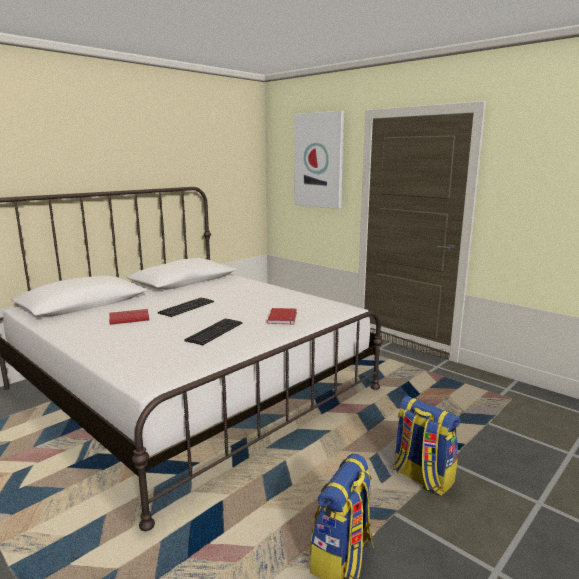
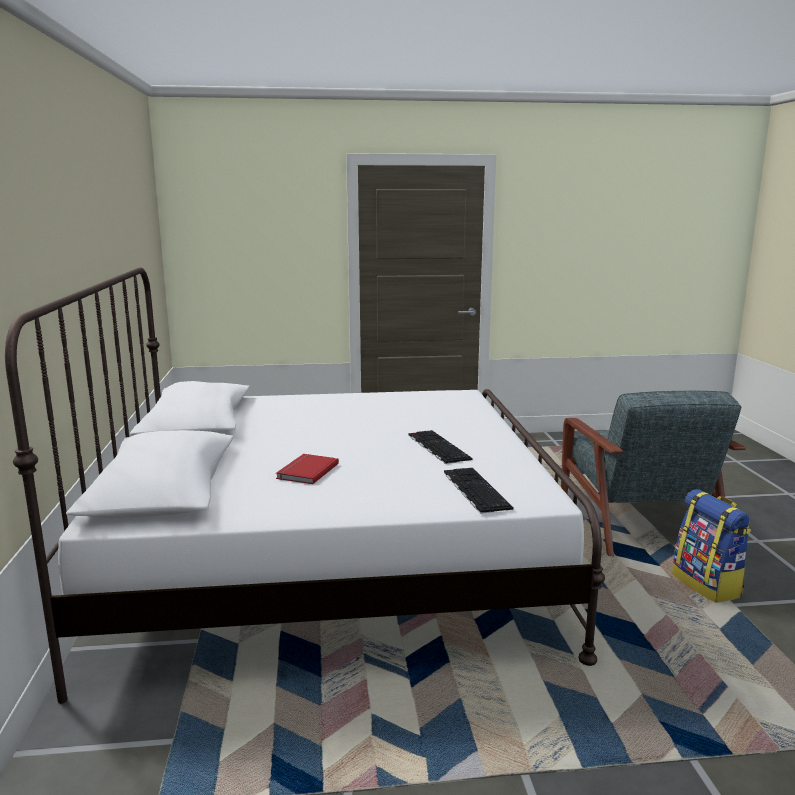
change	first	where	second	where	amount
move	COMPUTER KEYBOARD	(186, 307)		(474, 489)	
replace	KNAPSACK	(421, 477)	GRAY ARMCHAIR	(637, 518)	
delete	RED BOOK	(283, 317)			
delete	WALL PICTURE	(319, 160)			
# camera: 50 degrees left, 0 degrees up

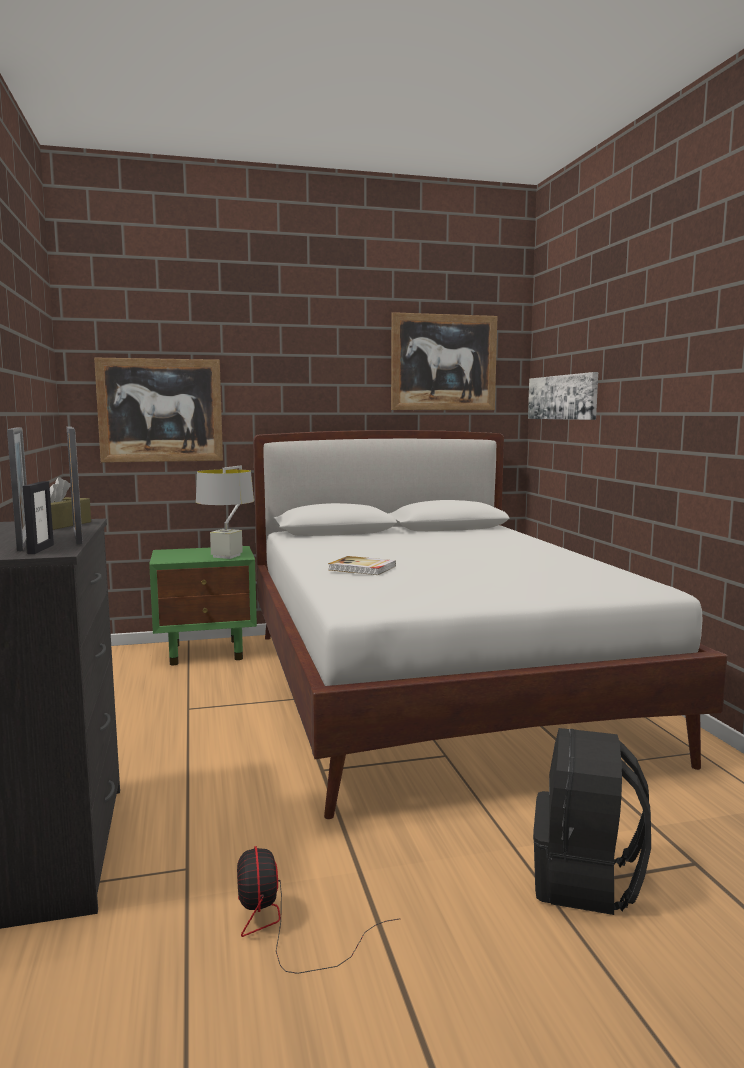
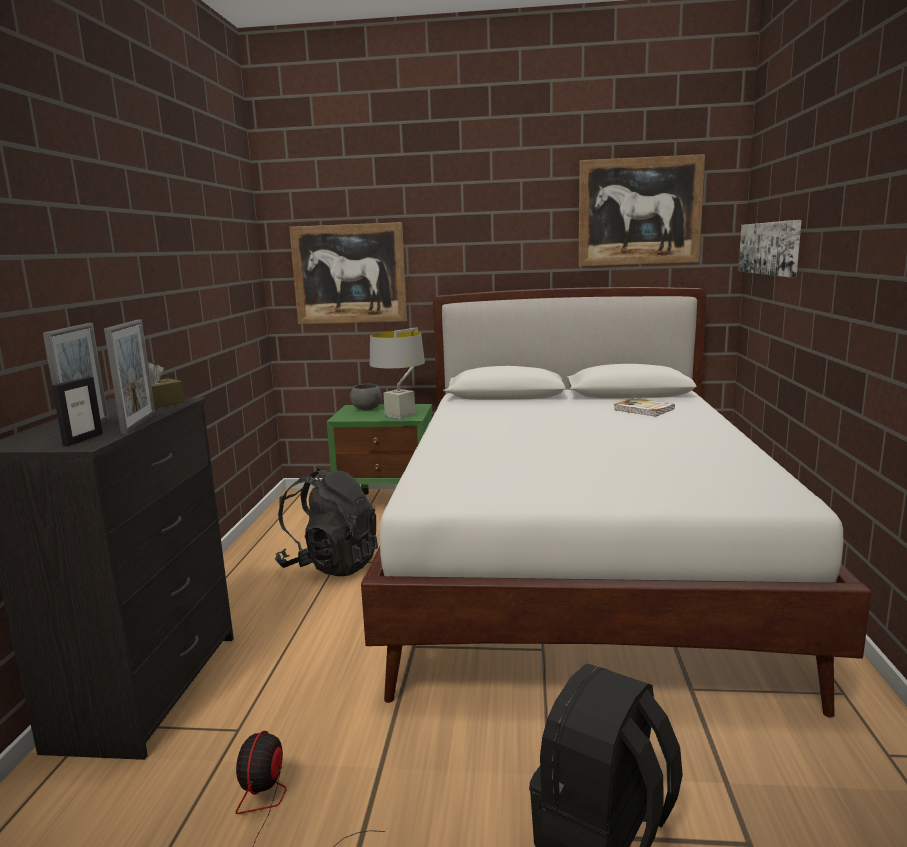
change	first	where	second	where	amount
insert			BLACK-COLOURED KNAPSACK	(330, 565)	
insert			GRAY SERVING BOWL	(366, 409)	
move	BOOK	(362, 568)		(643, 409)	
# camera: 20 degrees right, 5 degrees up

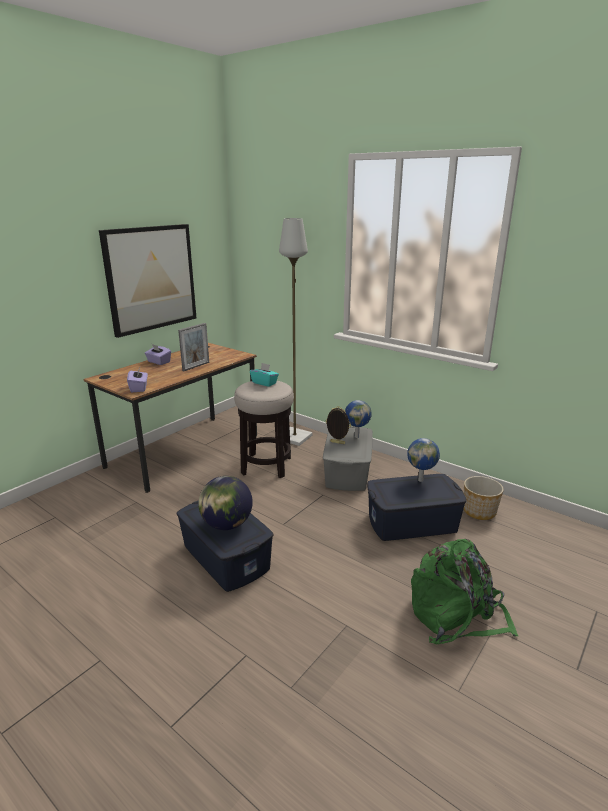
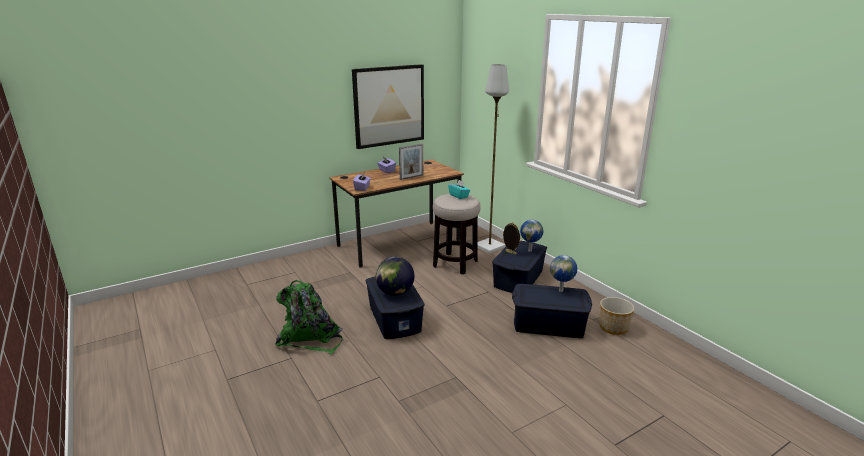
change	first	where	second	where	amount
move	GREEN KNAPSACK	(456, 615)		(310, 337)	
recolor	GRAY STORAGE CONTAINER	(347, 471)	BLUE-COLOURED STORAGE CONTAINER	(518, 278)	
# camera: 20 degrees right, 0 degrees up

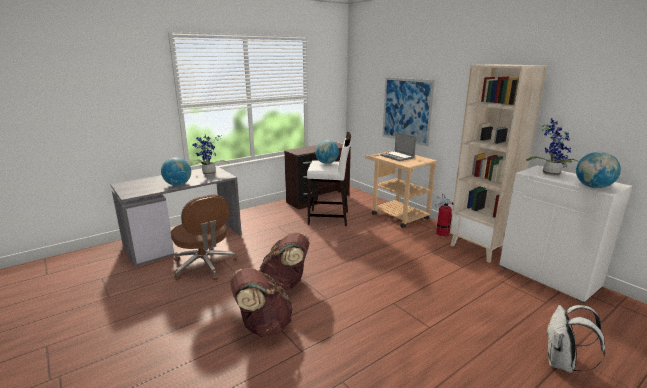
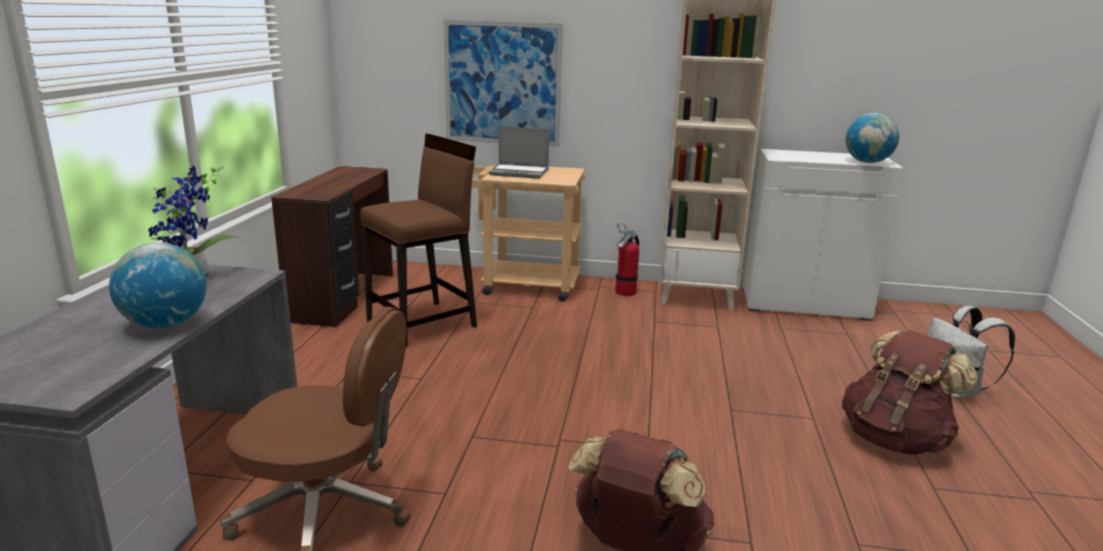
change	first	where	second	where	amount
recolor	WHITE-COLOURED STOOL SEAT	(329, 218)	BROWNISH STOOL SEAT	(423, 323)	
move	BROWNISH KNAPSACK	(286, 283)		(895, 439)	
delete	GLOBE	(327, 163)			
delete	POTTED PLANT	(549, 173)			
# camera: 45 degrees left, 0 degrees up

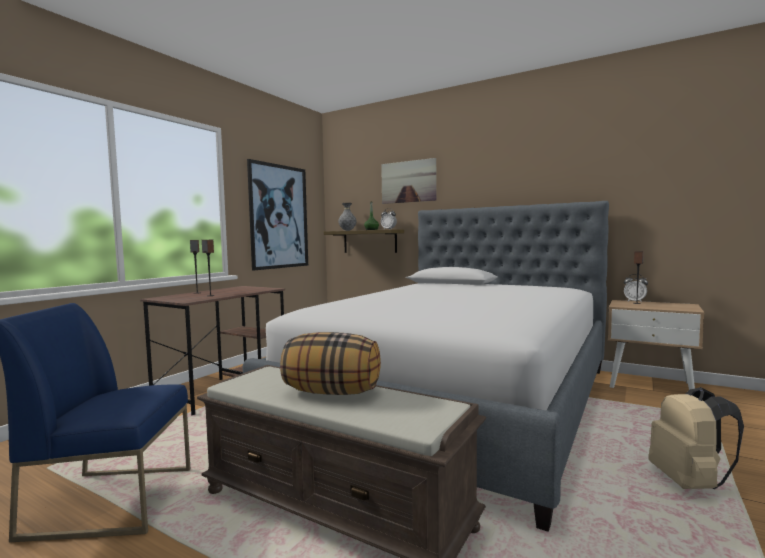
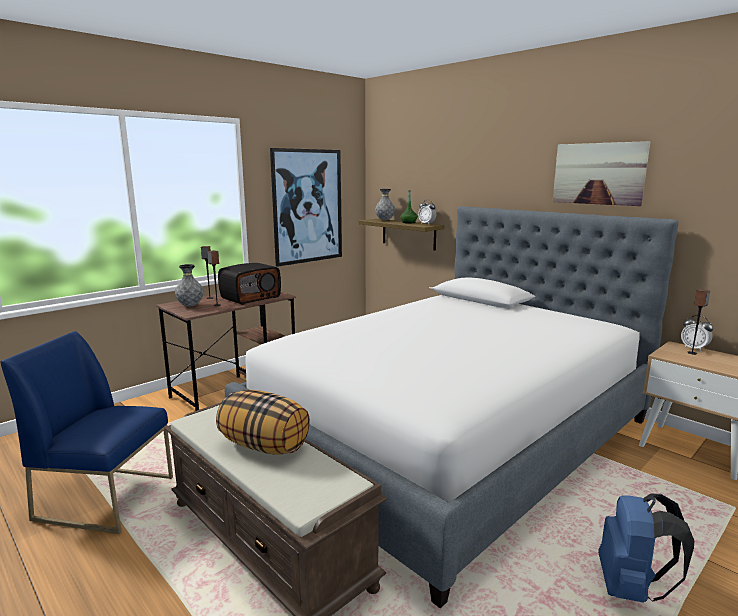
change	first	where	second	where	amount
insert			GRAY VASE	(190, 306)	
insert			RADIO RECEIVER	(250, 297)	
move	WALL PICTURE	(408, 181)		(598, 173)	
recolor	BEIGE KNAPSACK	(690, 483)	BLUE-COLOURED KNAPSACK	(631, 588)	
# camera: 15 degrees right, 10 degrees up

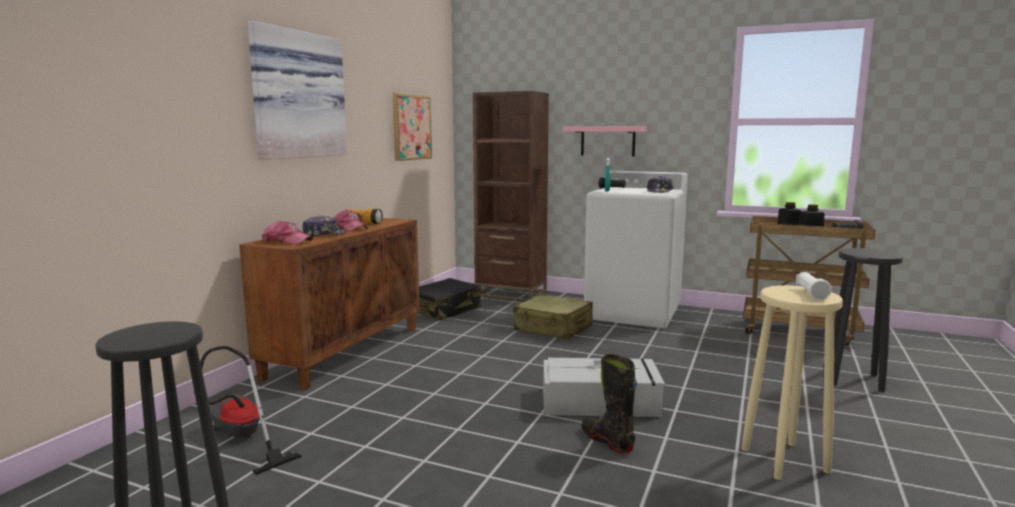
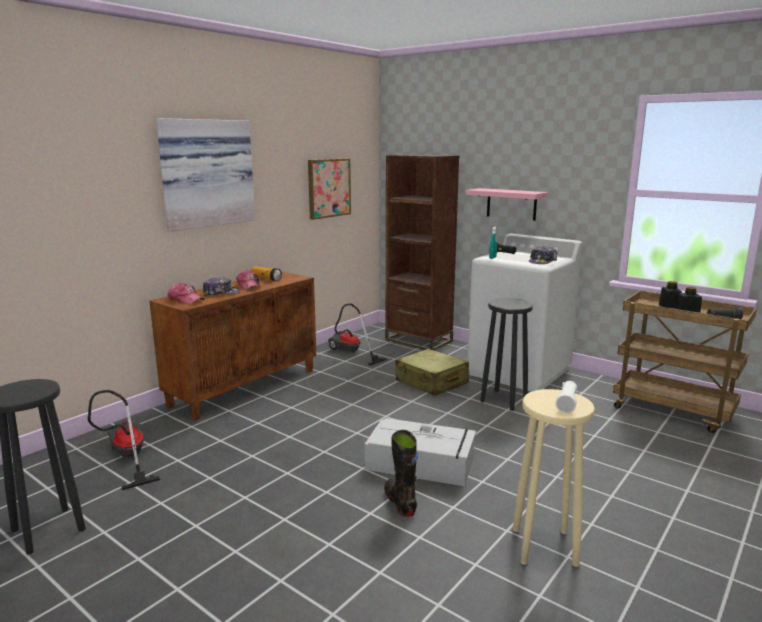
change	first	where	second	where	amount
replace	BLACK-COLOURED PIECE OF LUGGAGE	(445, 310)	VACUUM CLEANER	(350, 353)	
move	BLACK-COLOURED STOOL SEAT	(855, 380)		(504, 400)	
# camera: 15 degrees right, 5 degrees up

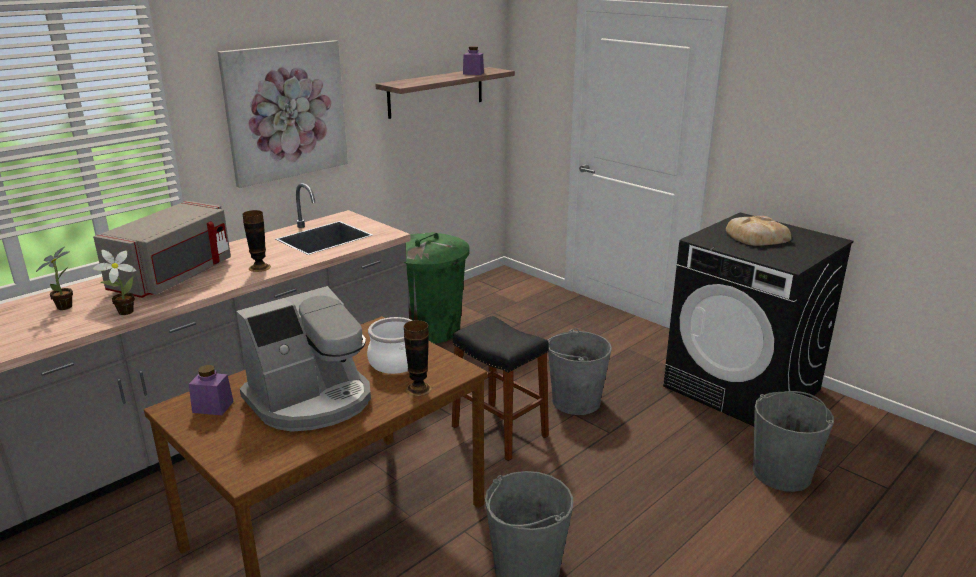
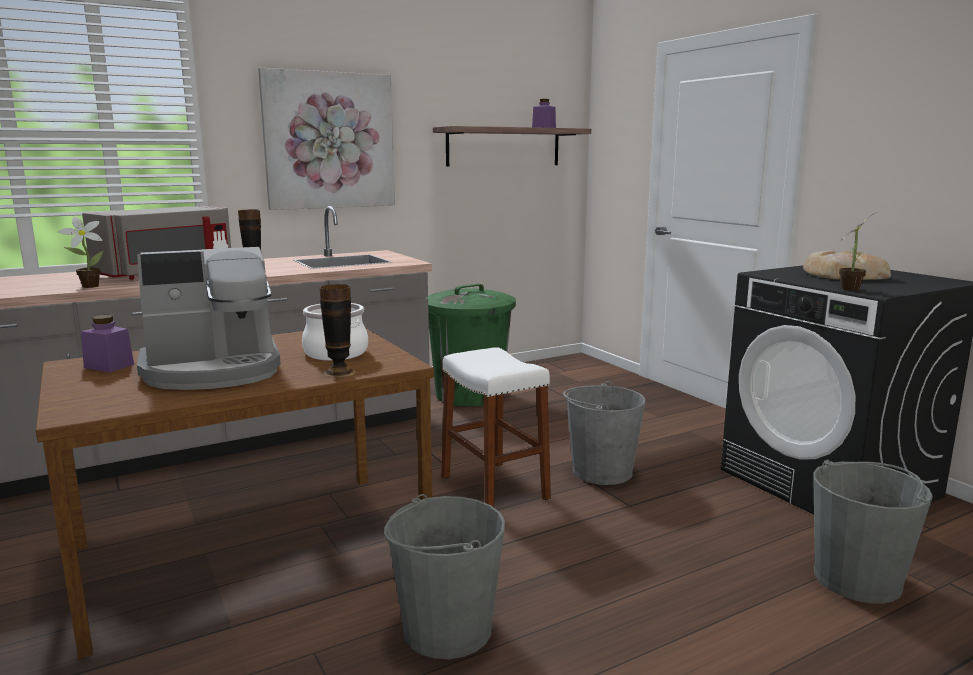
change	first	where	second	where	amount
recolor	BLACK-COLOURED STOOL SEAT	(499, 431)	WHITE-COLOURED STOOL SEAT	(494, 488)	
move	POTTED PLANT	(67, 306)		(851, 288)	
# camera: 15 degrees right, 10 degrees down

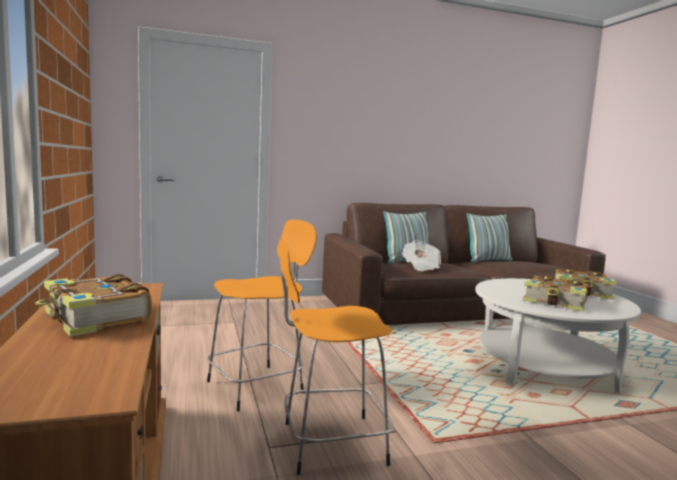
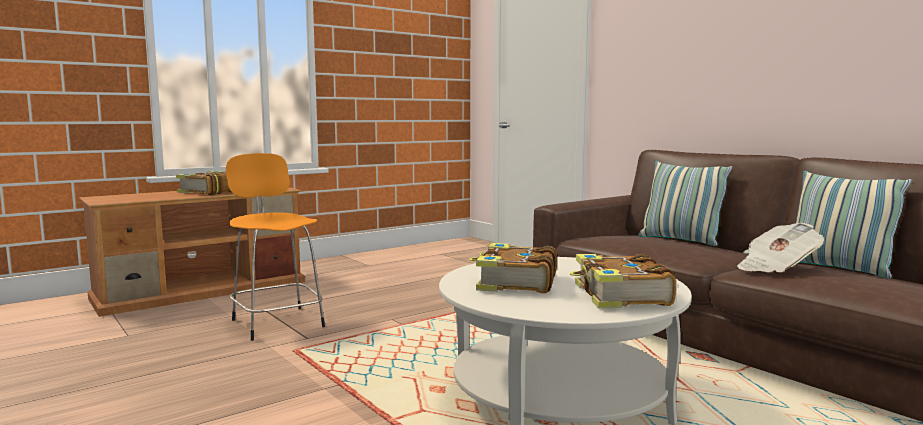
change	first	where	second	where	amount
move	PRINTED PAPER	(420, 267)		(775, 268)	
delete	ORANGE-COLOURED STOOL SEAT	(258, 386)			
# camera: 70 degrees right, 0 degrees up

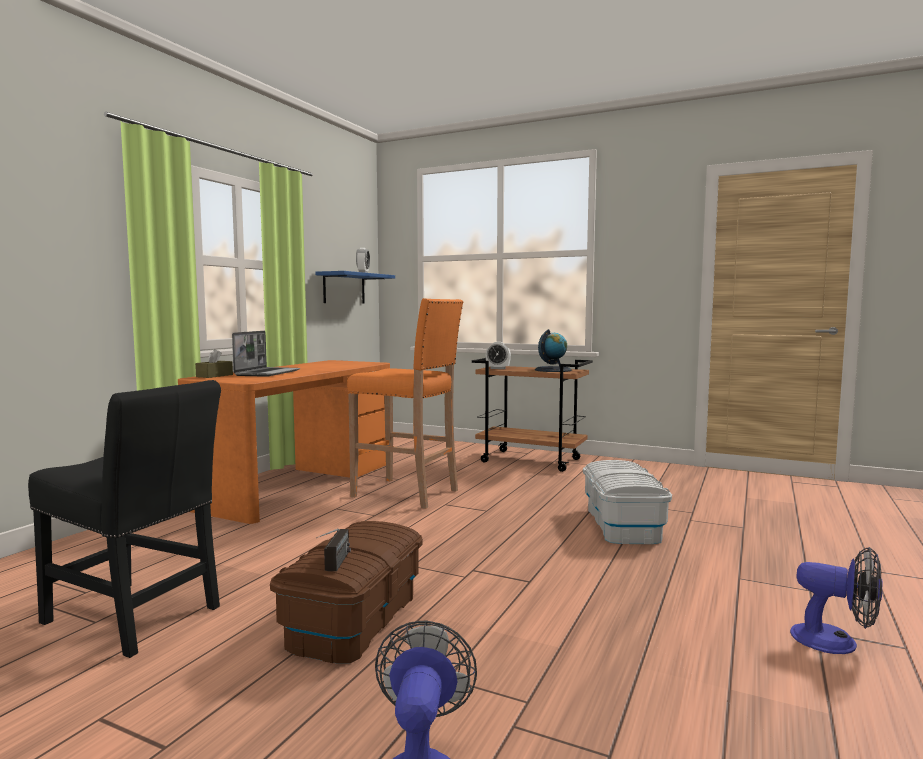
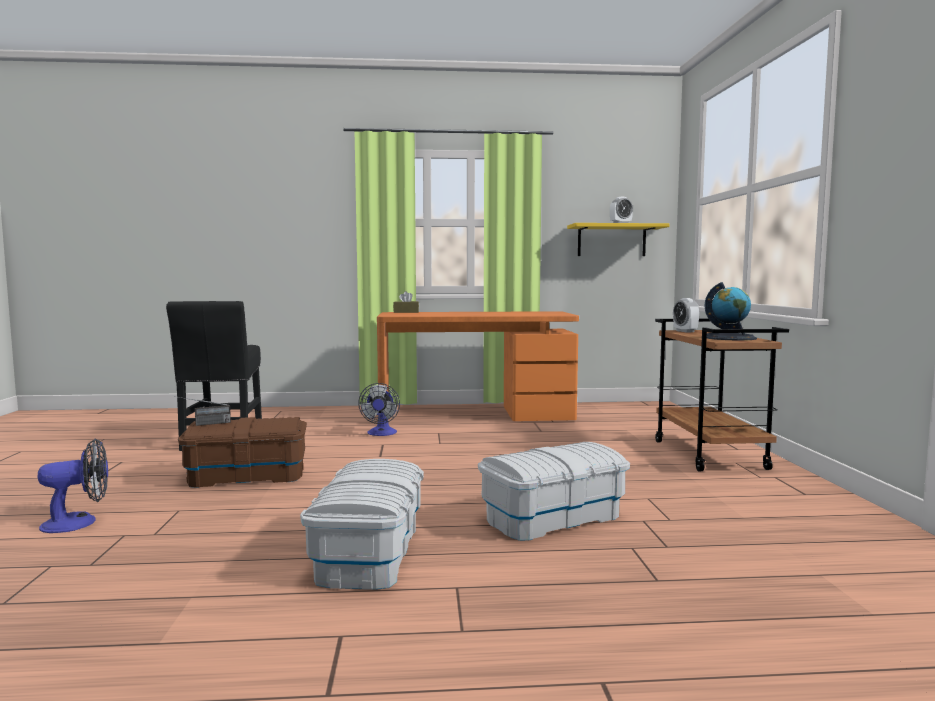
change	first	where	second	where	amount
insert			WHITE-COLOURED STORAGE CONTAINER	(370, 554)	
move	ELECTRIC FAN	(836, 642)		(381, 433)	
recolor	BLUE-COLOURED SHELF	(344, 288)	YELLOW-COLOURED SHELF	(611, 241)	
delete	NOTEBOOK COMPUTER	(267, 373)			
delete	ORANGE-COLOURED STOOL SEAT	(407, 494)			
# camera: 60 degrees right, 0 degrees up

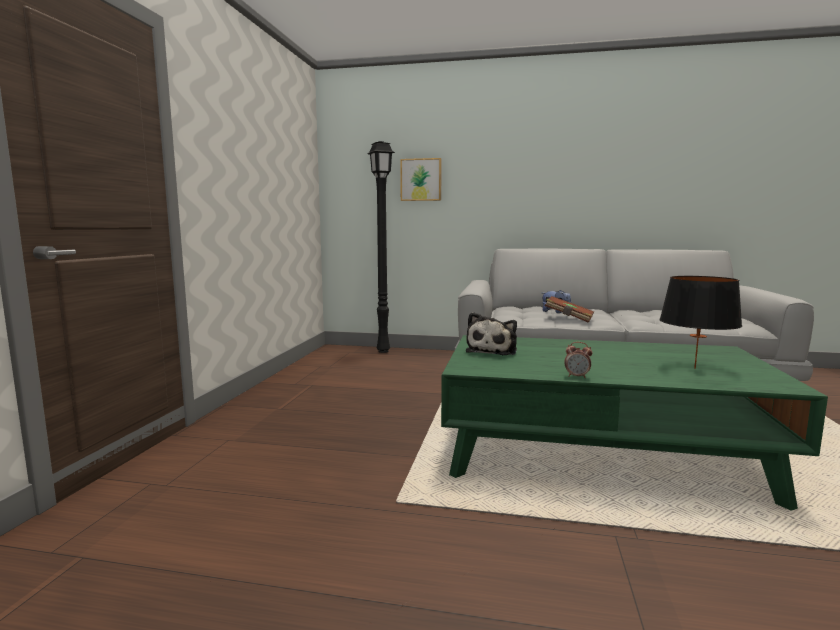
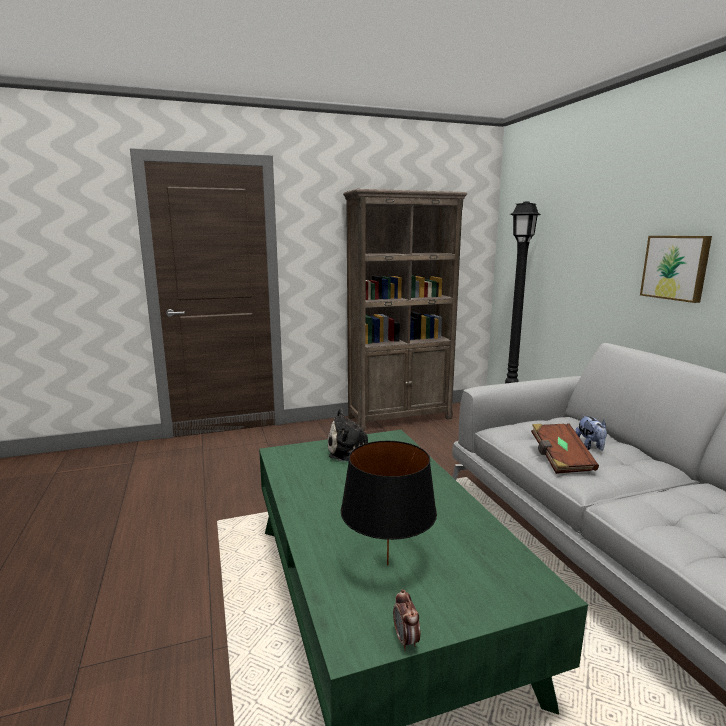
change	first	where	second	where	amount
insert			BROWNISH SHELVING UNIT	(400, 418)	
move	TABLE CLOCK	(577, 376)		(406, 640)	
move	WALL PICTURE	(421, 180)		(676, 267)	
# camera: 60 degrees right, 5 degrees up

